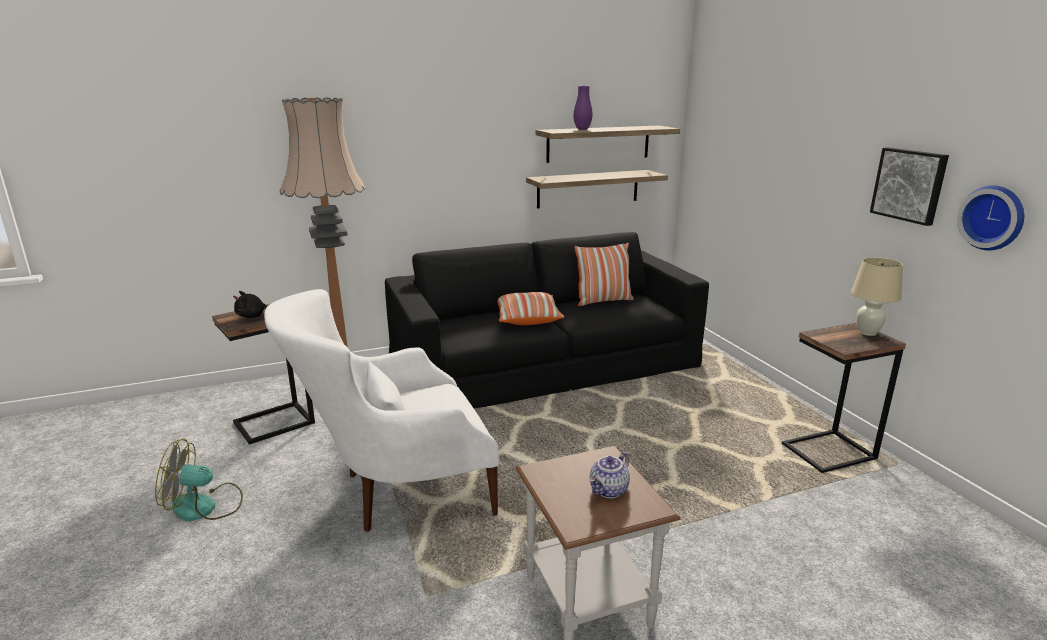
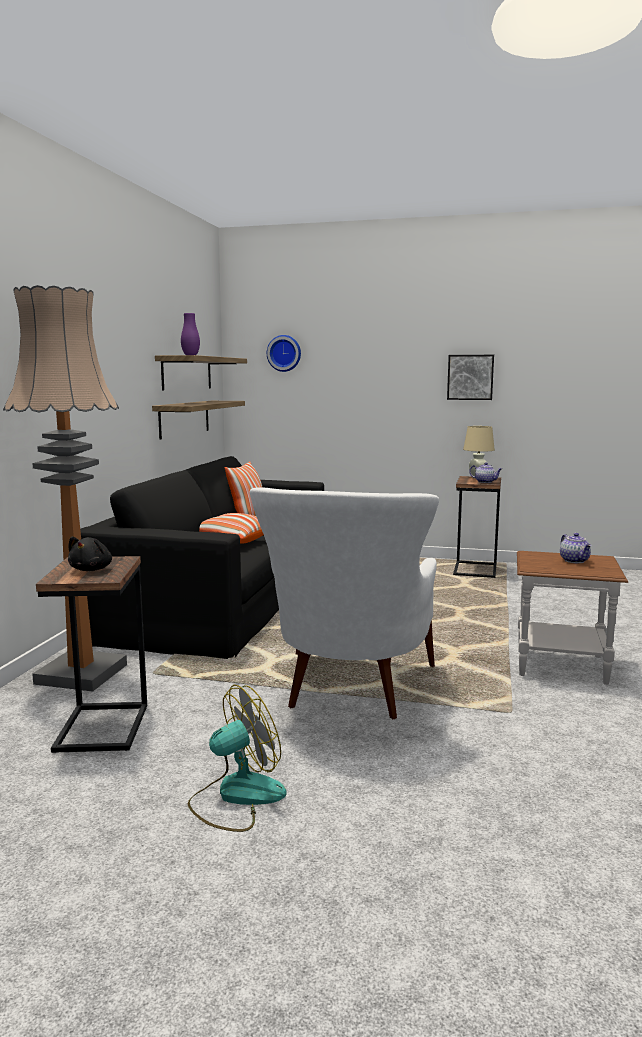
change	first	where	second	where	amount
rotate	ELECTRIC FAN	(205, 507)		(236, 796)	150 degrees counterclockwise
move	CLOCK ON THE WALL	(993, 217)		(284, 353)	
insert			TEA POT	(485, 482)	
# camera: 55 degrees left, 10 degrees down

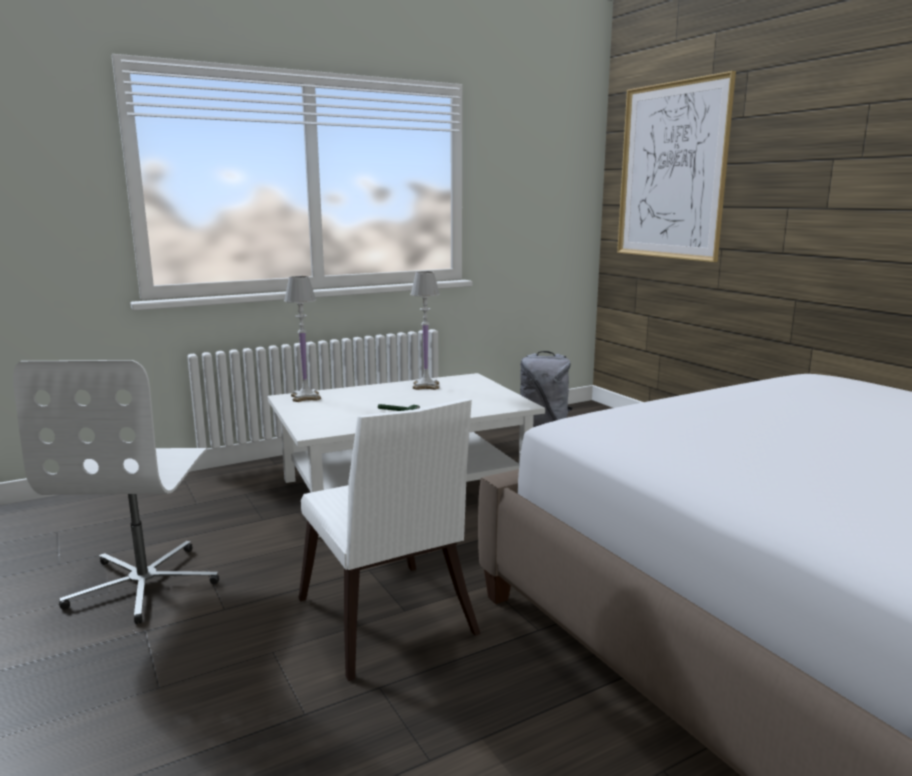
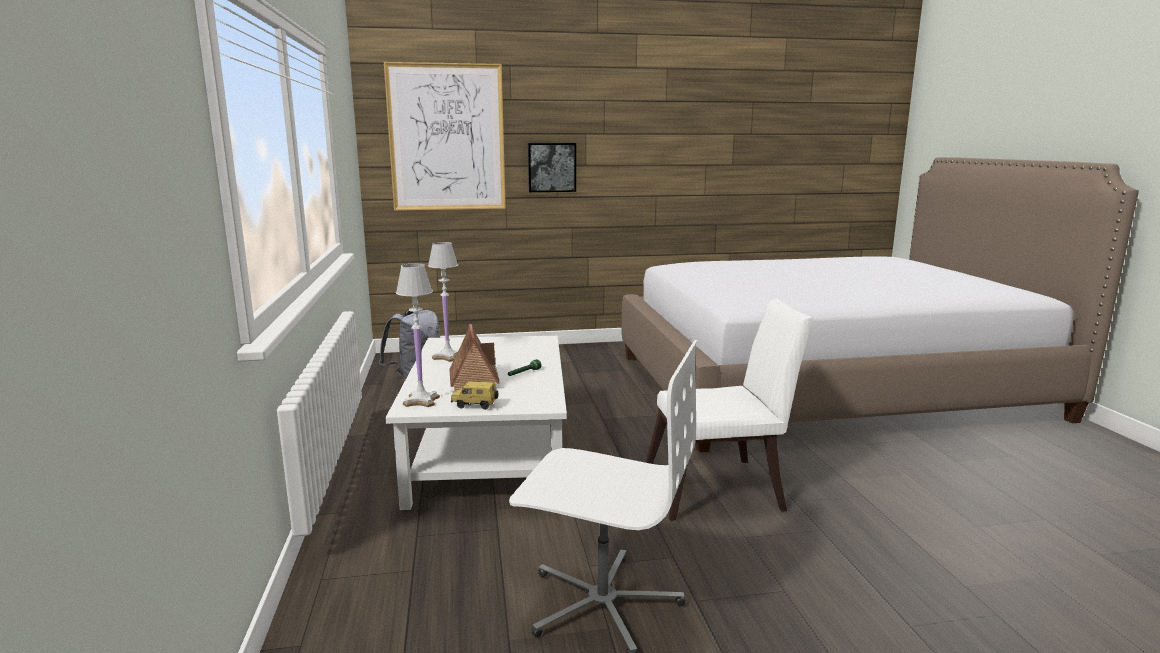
change	first	where	second	where	amount
insert			TOY HOUSE	(473, 380)	
insert			MINIATURE CAR	(474, 406)	
insert			WALL PICTURE	(551, 167)	
# camera: 70 degrees left, 0 degrees up

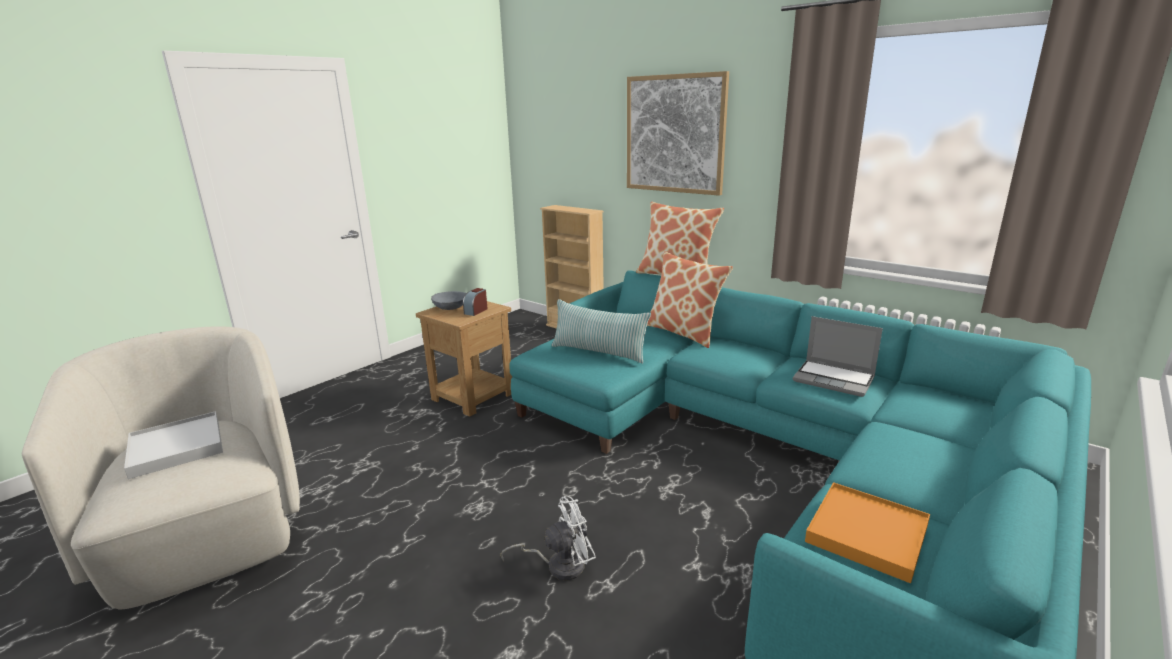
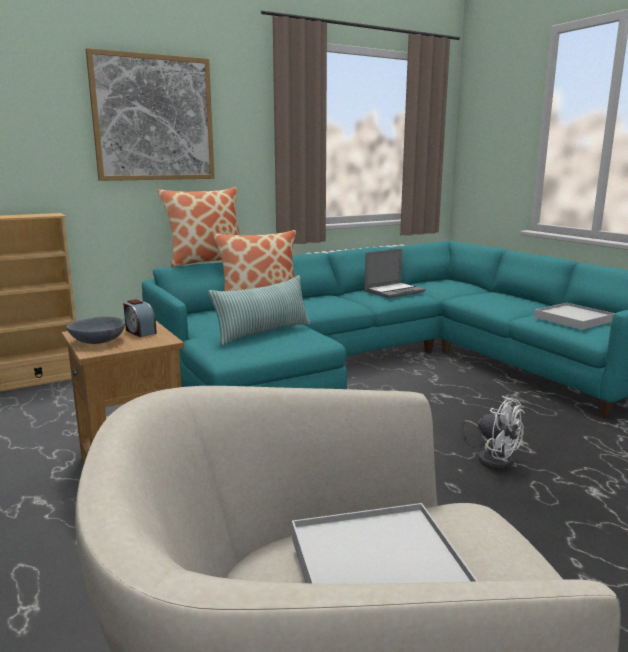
change	first	where	second	where	amount
rotate	WHITE-COLOURED ELECTRIC FAN	(558, 565)		(493, 458)	135 degrees clockwise
recolor	ORANGE-COLOURED CARRYING TRAY	(866, 534)	WHITE-COLOURED CARRYING TRAY	(573, 319)	
# camera: 70 degrees left, 5 degrees down

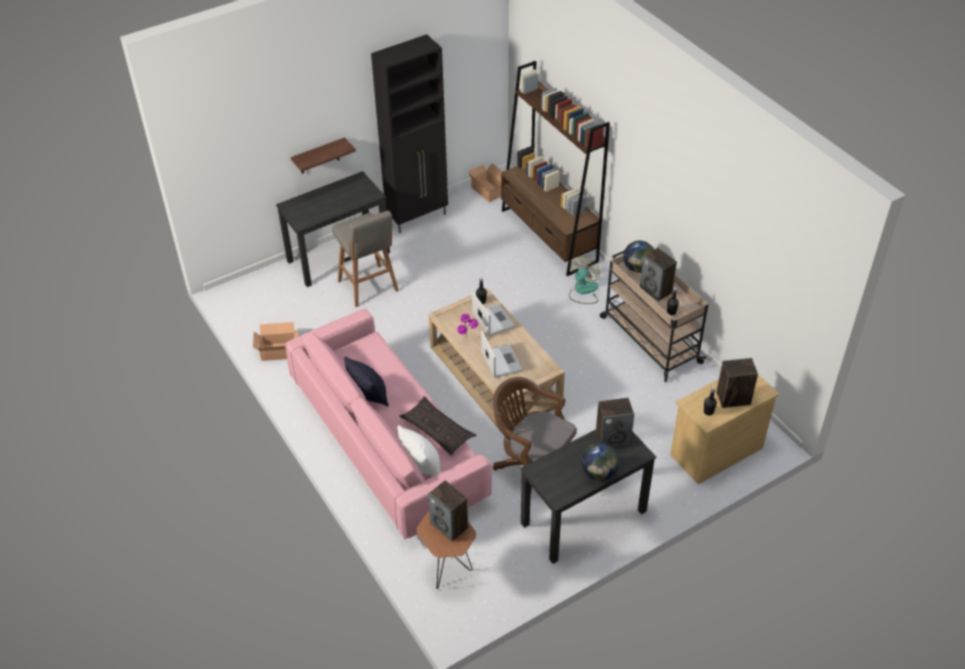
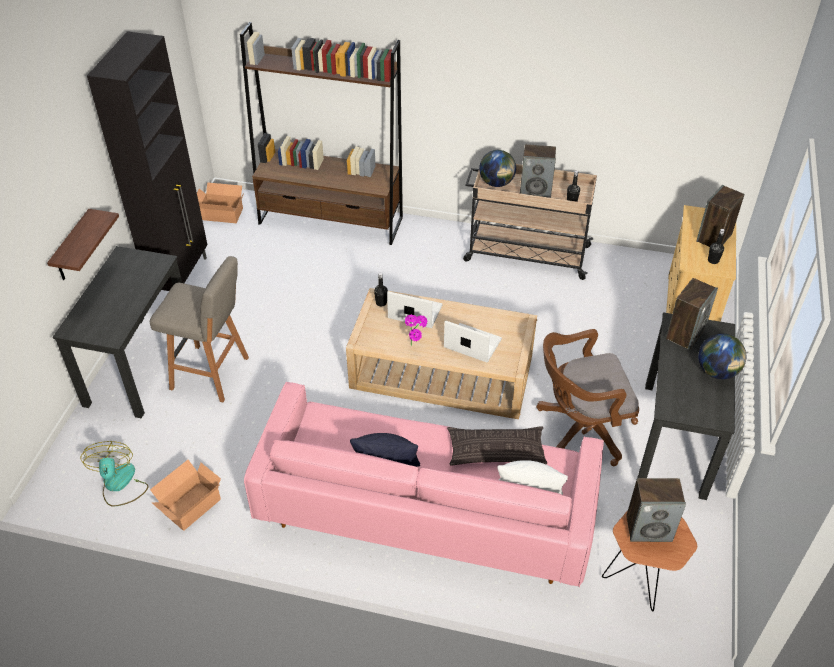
change	first	where	second	where	amount
move	ELECTRIC FAN	(583, 291)		(119, 485)	
# camera: 45 degrees left, 0 degrees up

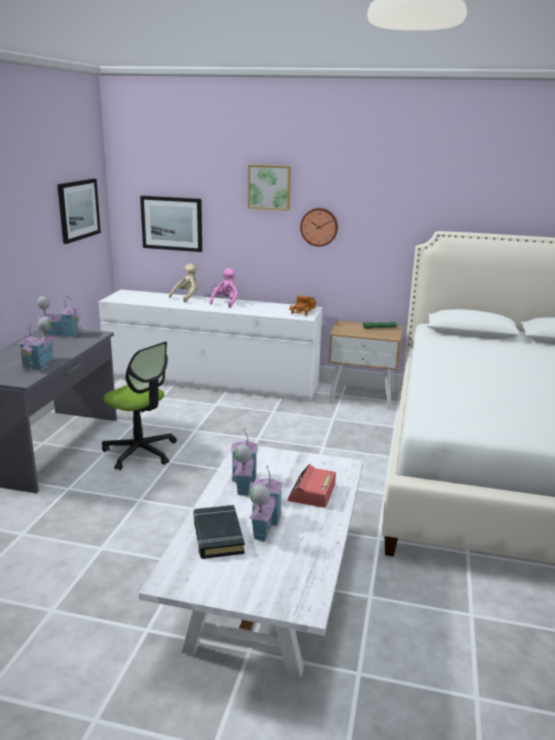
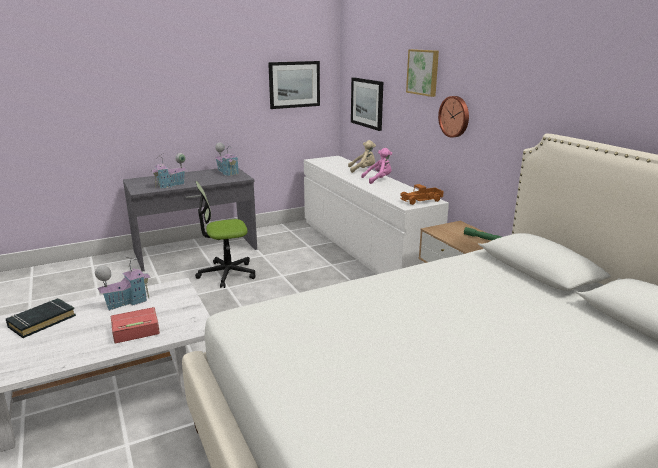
change	first	where	second	where	amount
rotate	OFFICE CHAIR	(140, 452)		(227, 274)	75 degrees clockwise
delete	TOY HOUSE	(263, 525)			
# camera: 50 degrees right, 0 degrees up

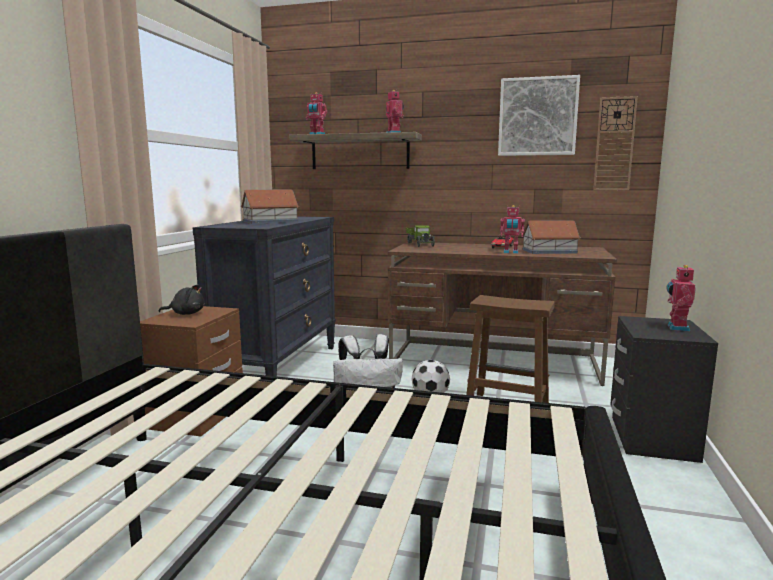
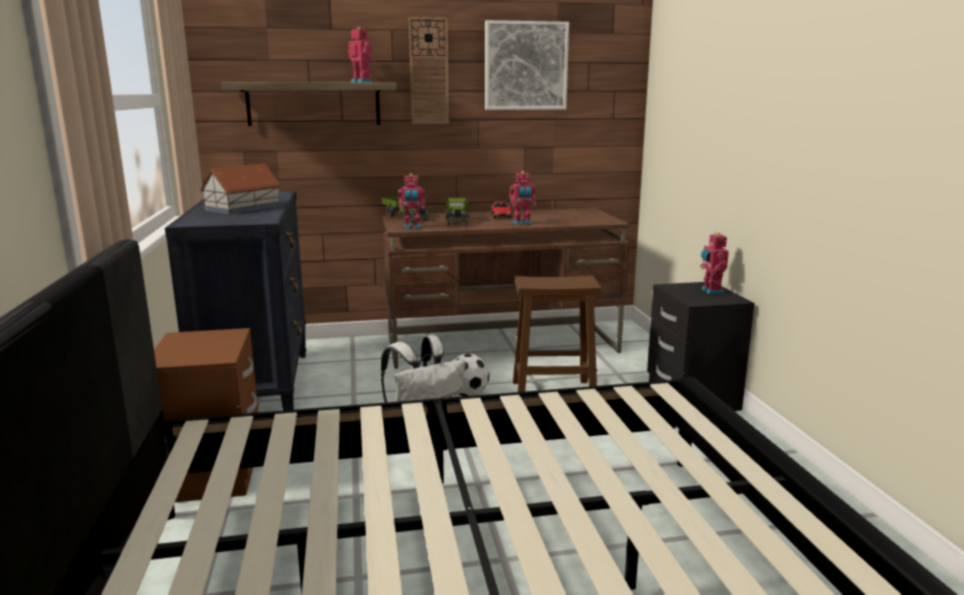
change	first	where	second	where	amount
move	TOY ROBOT	(316, 134)		(412, 227)	
move	CLOCK ON THE WALL	(614, 144)		(429, 71)	
insert			MODEL TRUCK	(457, 221)	
delete	BLACK-COLOURED CUDDLY TOY	(186, 314)			
delete	TOY HOUSE	(548, 251)			
# camera: 25 degrees left, 5 degrees up

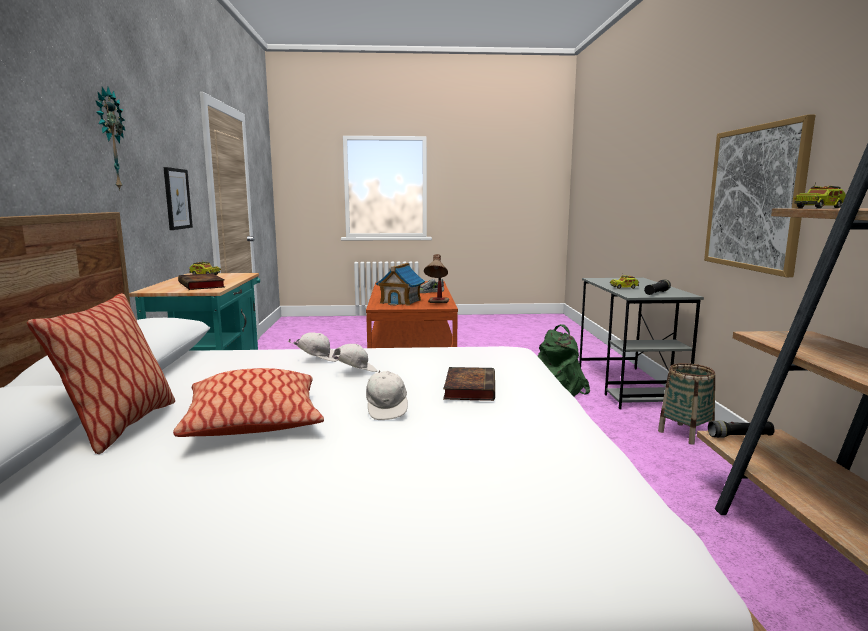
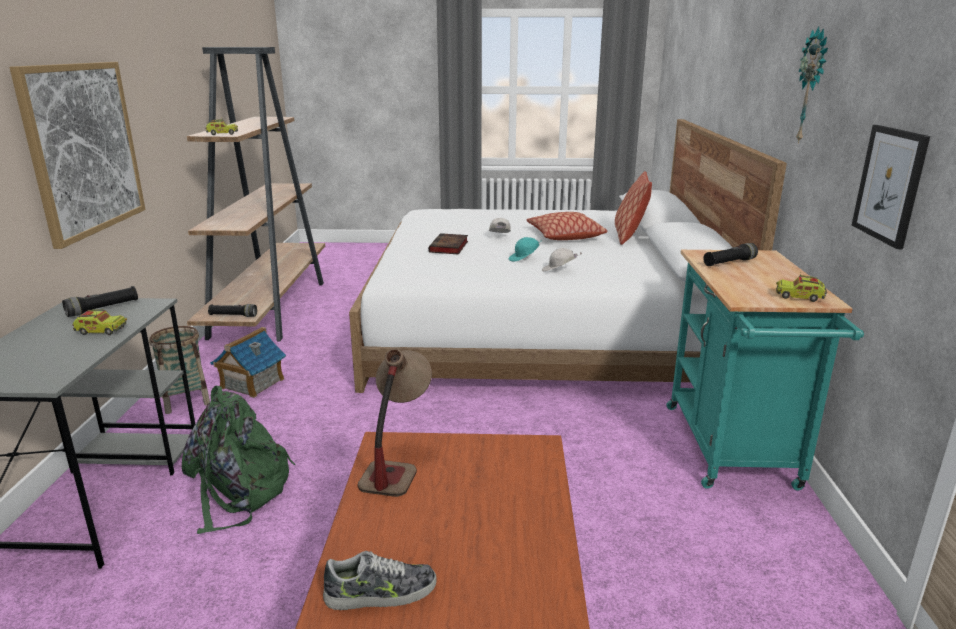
change	first	where	second	where	amount
move	TOY HOUSE	(401, 301)		(251, 383)	
recolor	WHITE-COLOURED BASEBALL CAP	(354, 372)	TURQUOISE-COLOURED BASEBALL CAP	(524, 259)	
replace	BOOK	(202, 285)	BLACK-COLOURED TORCH	(729, 263)	
# camera: 175 degrees left, 10 degrees up

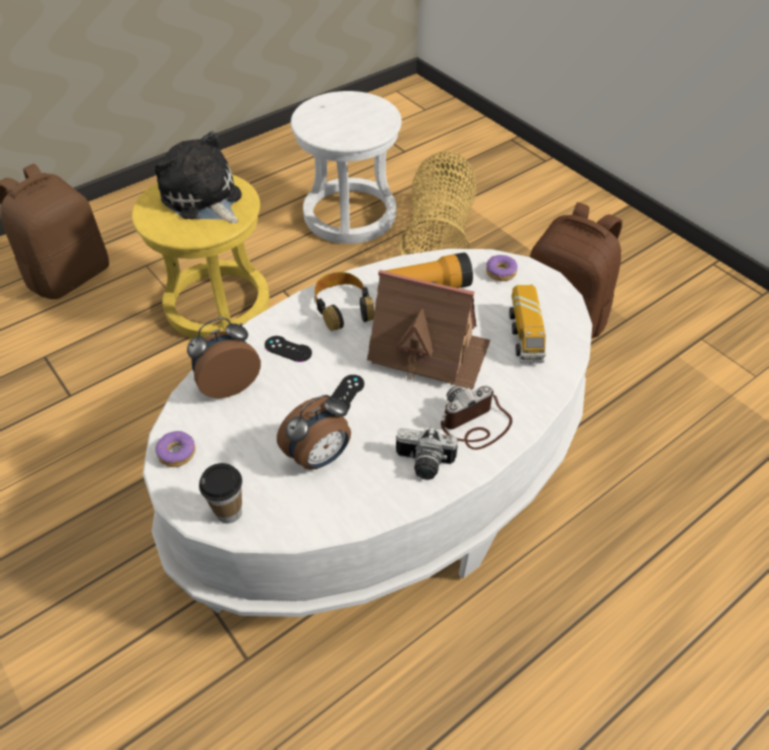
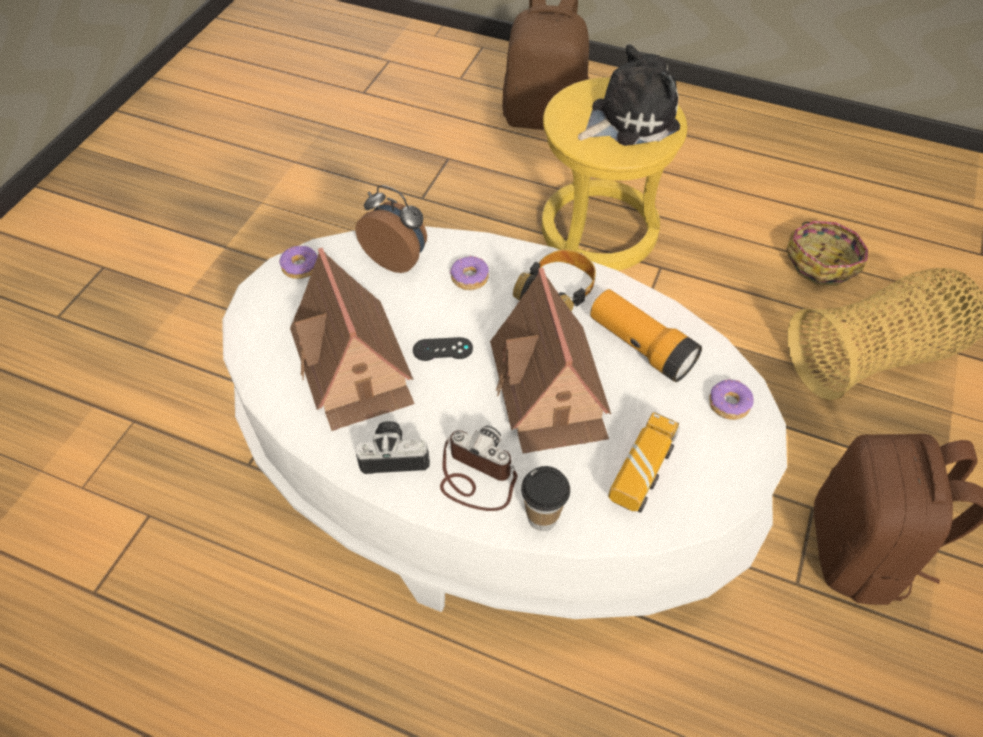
change	first	where	second	where	amount
replace	TABLE CLOCK	(319, 457)	TOY HOUSE	(354, 367)	
rotate	STILL CAMERA	(423, 464)		(394, 454)	105 degrees clockwise
replace	BLACK-COLOURED GAME CONTROLLER	(288, 349)	DONUT	(469, 278)	
move	SMALL CUP	(229, 512)		(542, 517)	
rotate	CUDDLY TOY	(203, 199)		(628, 119)	45 degrees clockwise
rotate	MODEL TRUCK	(525, 337)		(641, 472)	150 degrees clockwise
replace	WHITE-COLOURED STOOL SEAT	(350, 215)	STORAGE BASKET	(822, 262)	
# camera: 60 degrees right, 5 degrees up

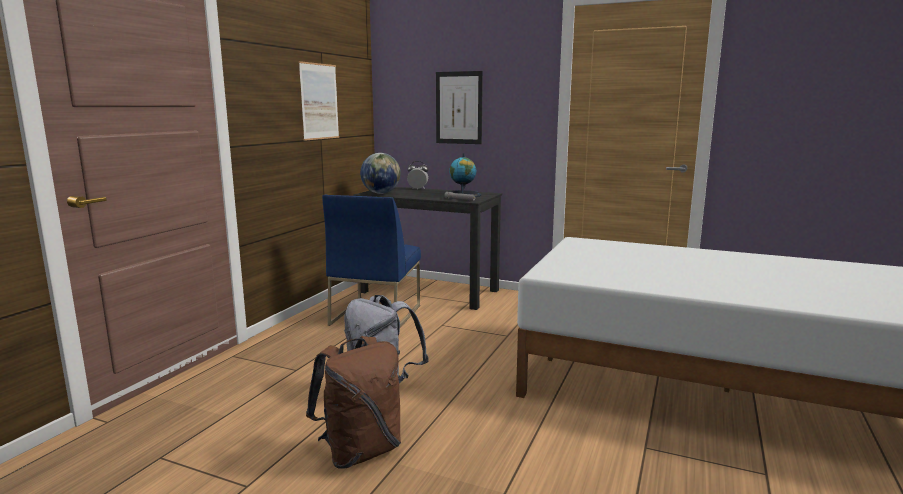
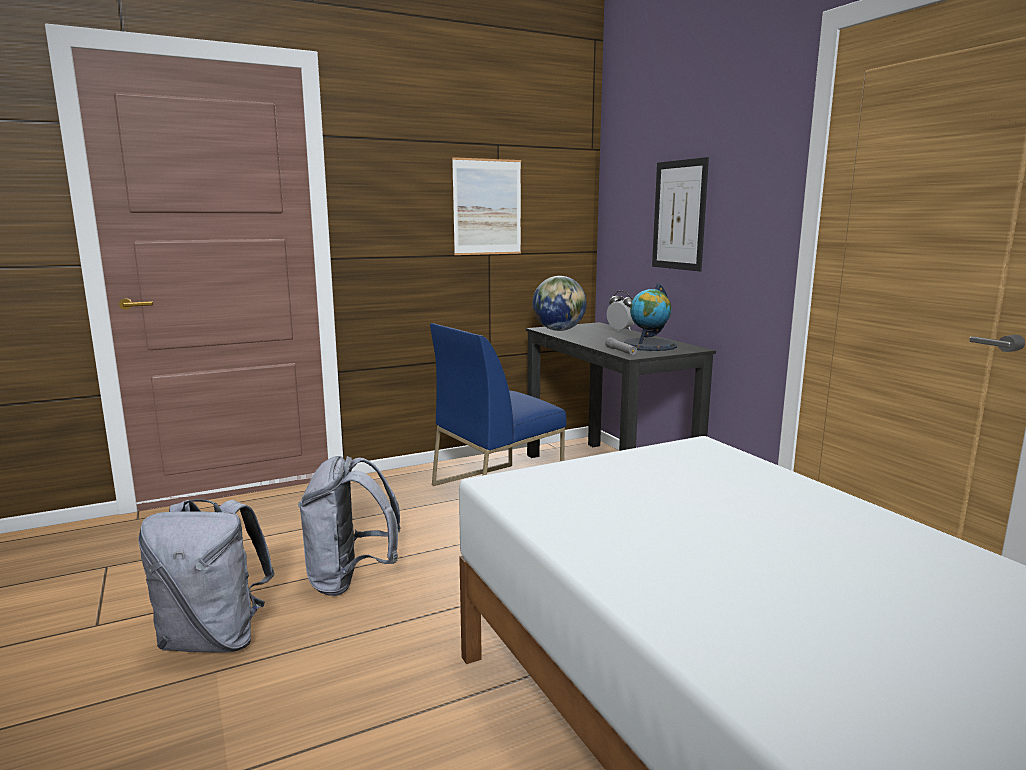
change	first	where	second	where	amount
recolor	BROWNISH KNAPSACK	(360, 451)	GRAY KNAPSACK	(214, 639)	
# camera: 40 degrees right, 0 degrees up

